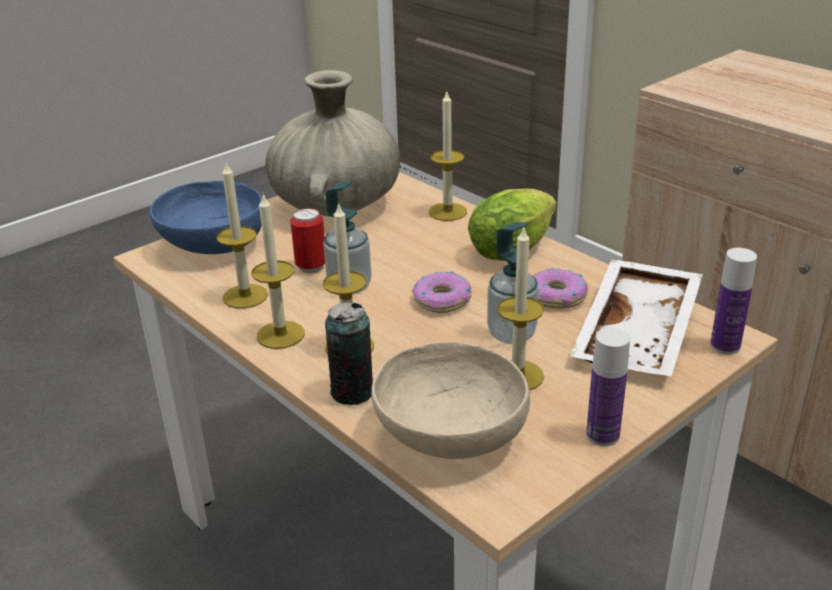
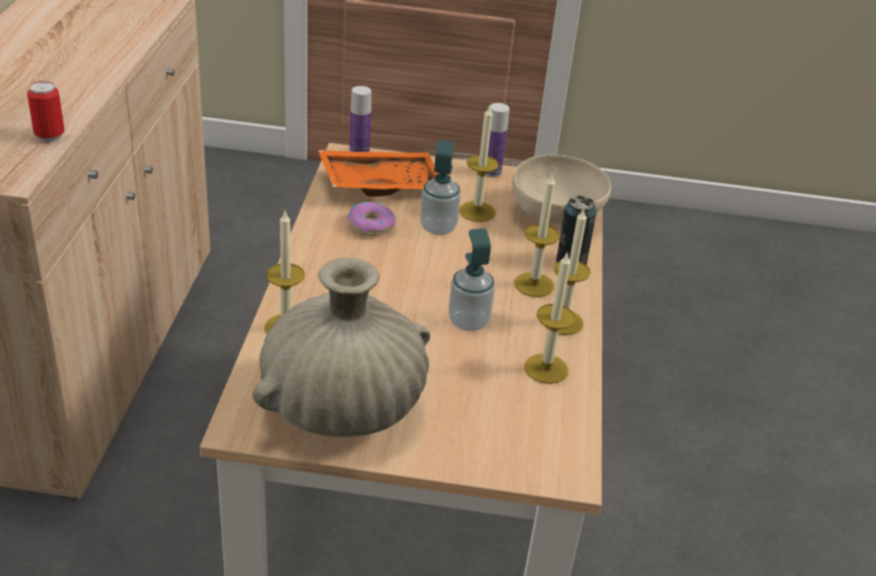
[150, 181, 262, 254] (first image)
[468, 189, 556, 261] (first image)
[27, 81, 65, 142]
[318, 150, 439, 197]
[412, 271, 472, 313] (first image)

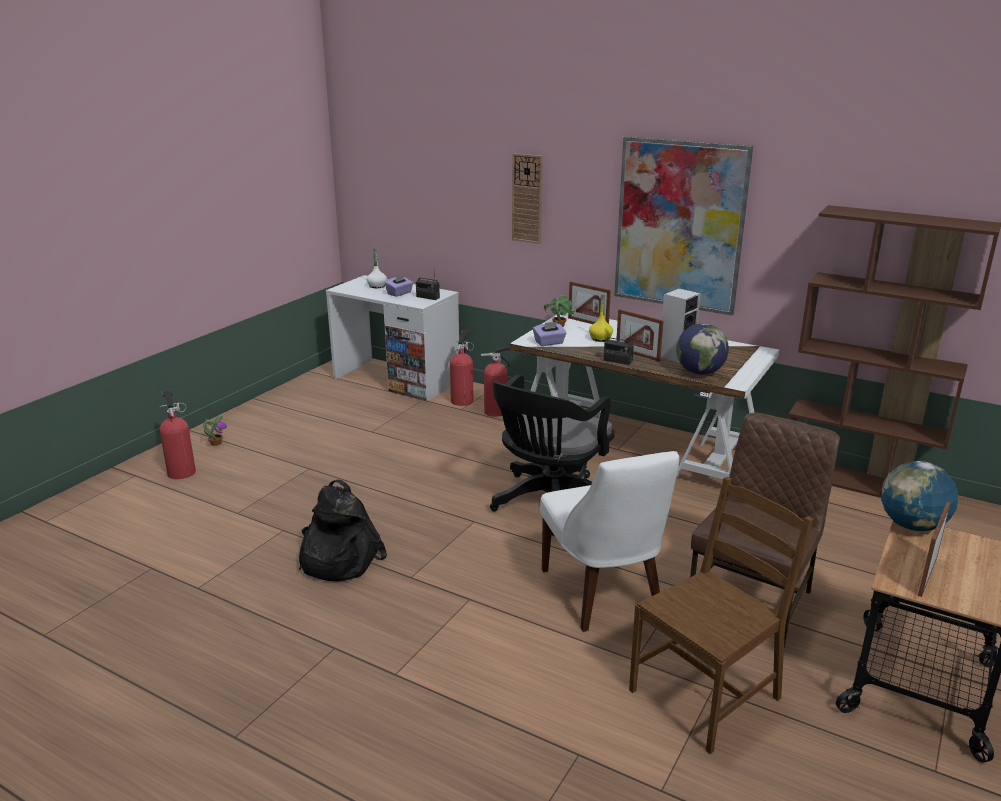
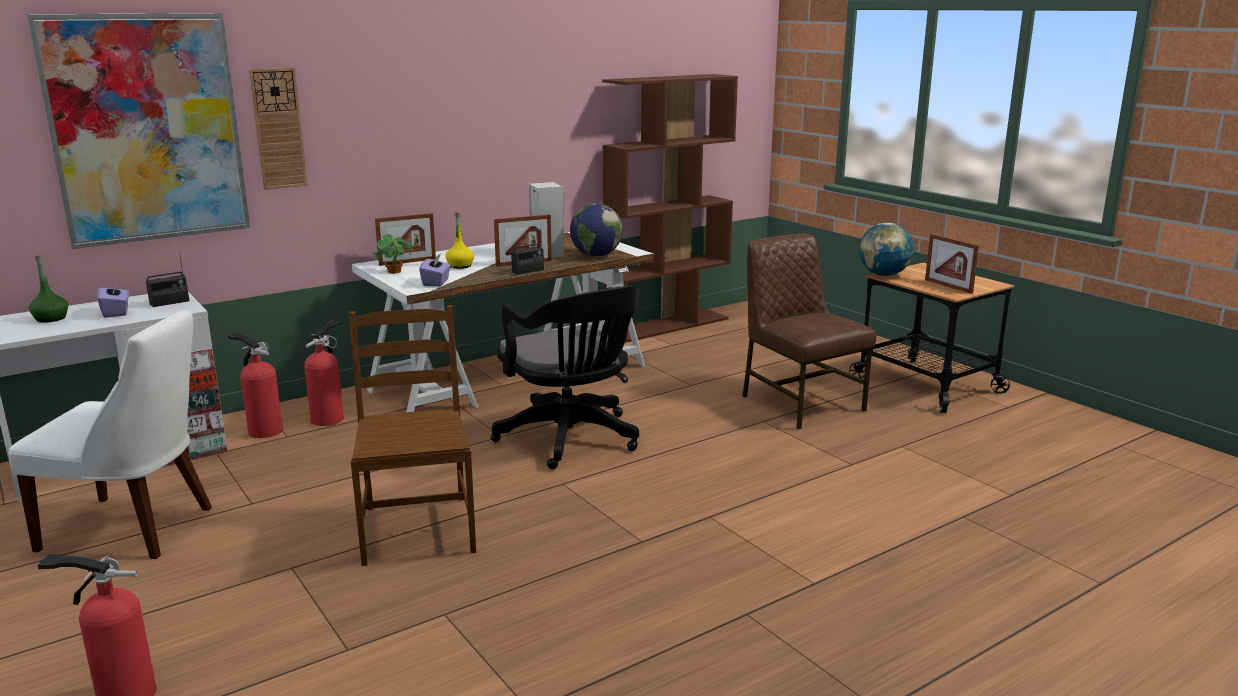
[27, 13, 250, 249]
[29, 254, 68, 323]
[203, 415, 227, 446] (first image)
[8, 310, 212, 559]
[349, 305, 476, 566]
[298, 480, 387, 581] (first image)

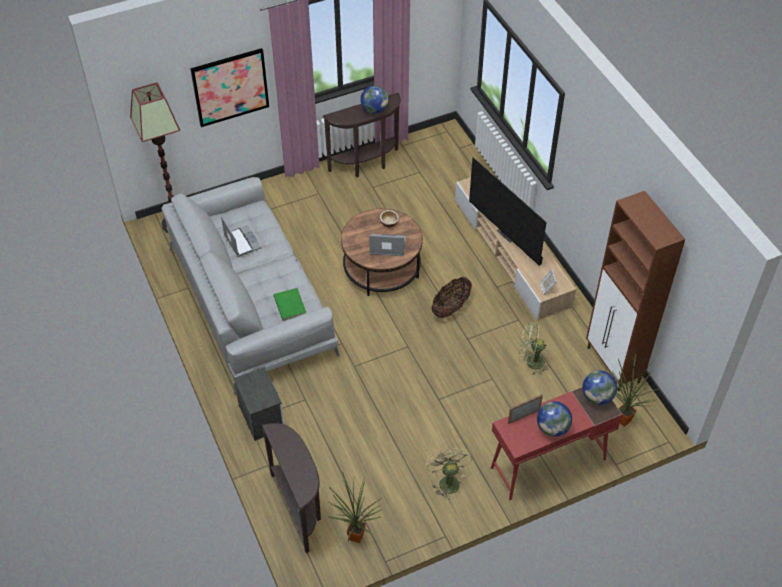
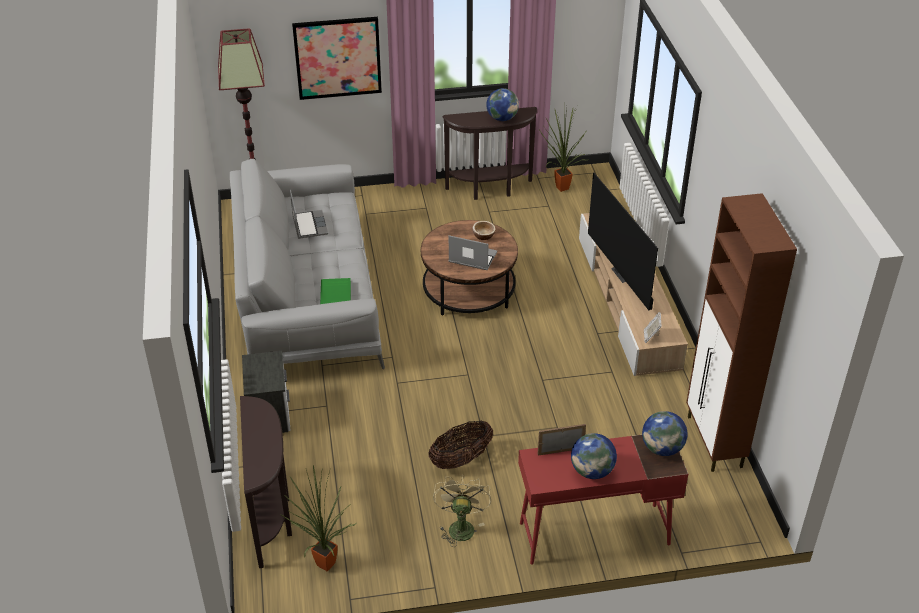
[429, 420, 493, 469]
[519, 323, 550, 374] (first image)
[540, 105, 587, 192]

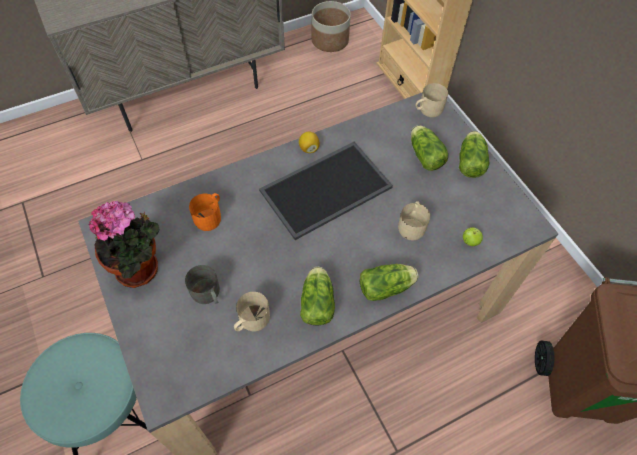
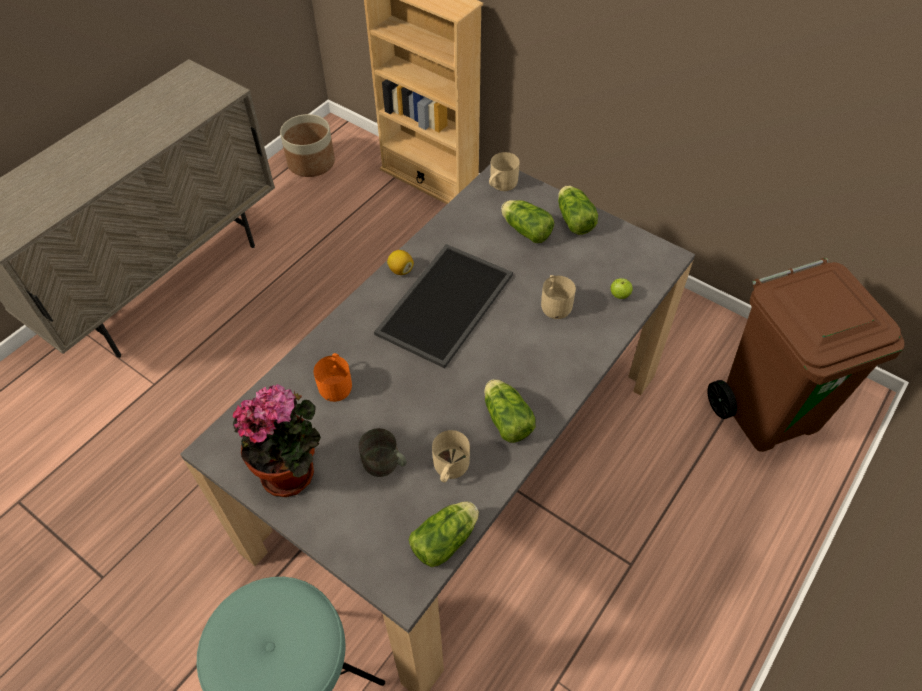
[409, 502, 479, 567]

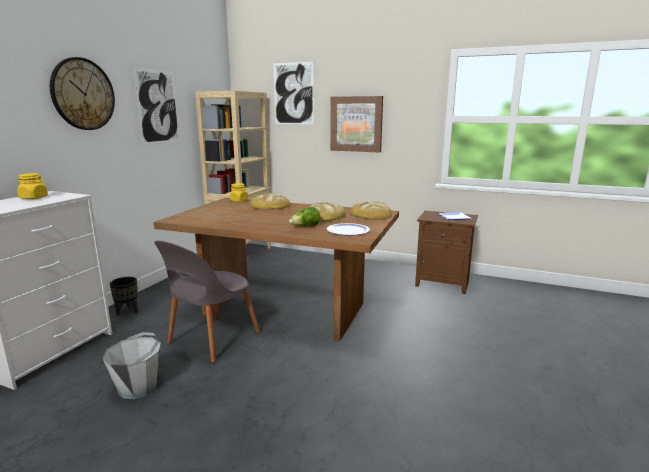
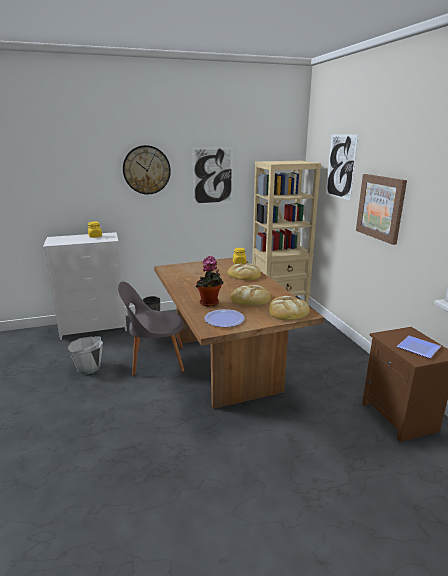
[195, 256, 223, 307]

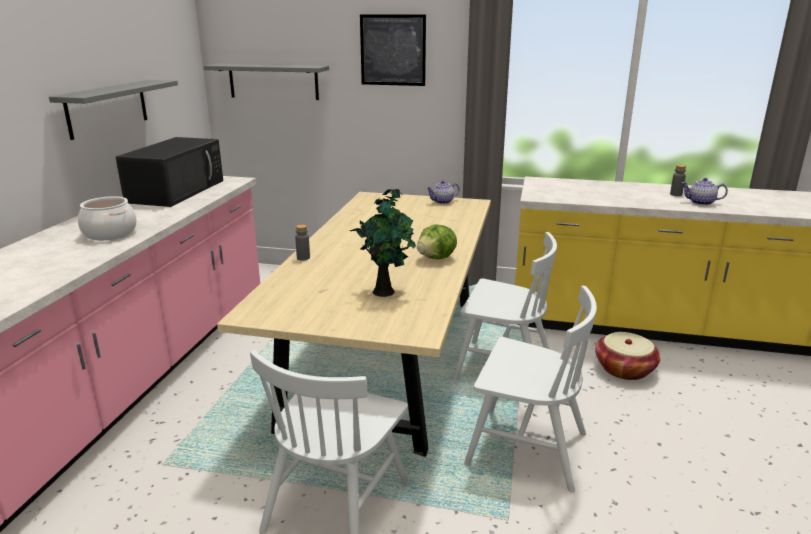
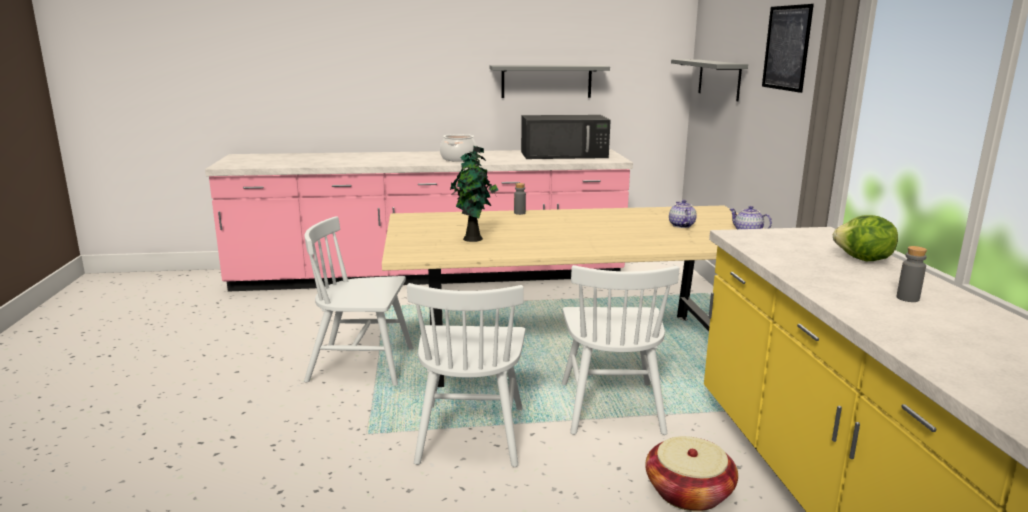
[669, 200, 697, 228]
[833, 215, 898, 261]

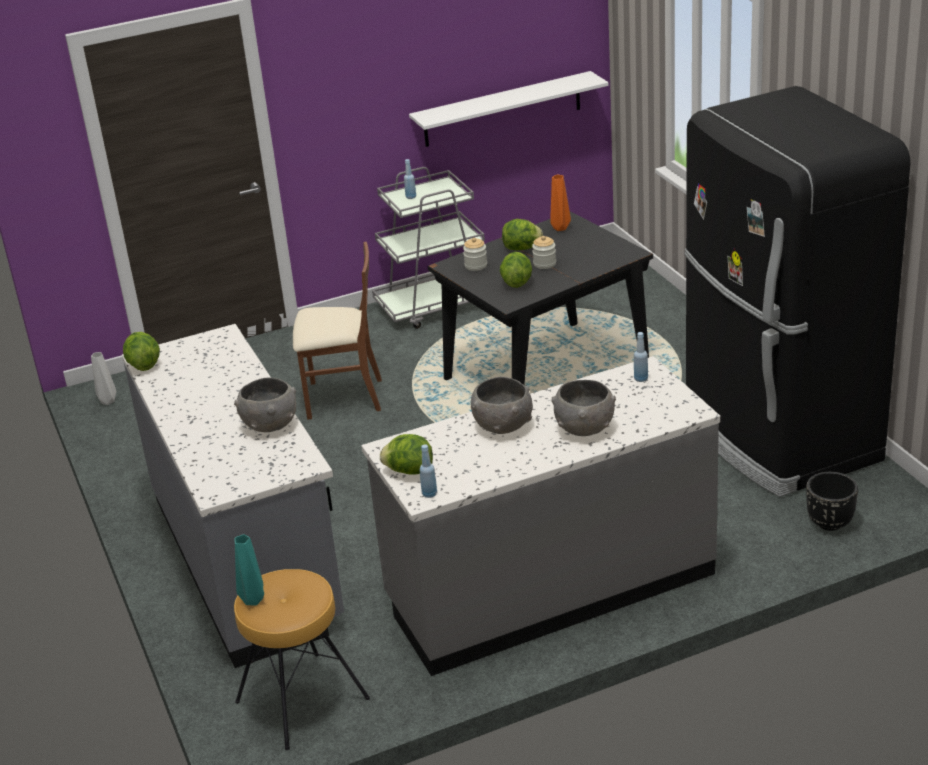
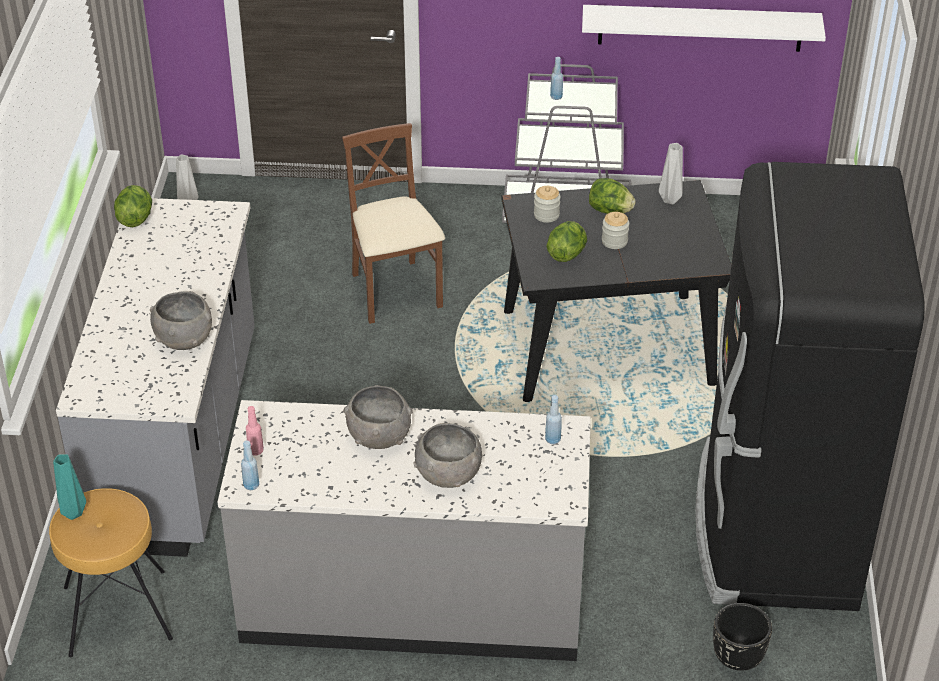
[659, 143, 683, 204]
[342, 123, 445, 324]
[246, 406, 264, 455]

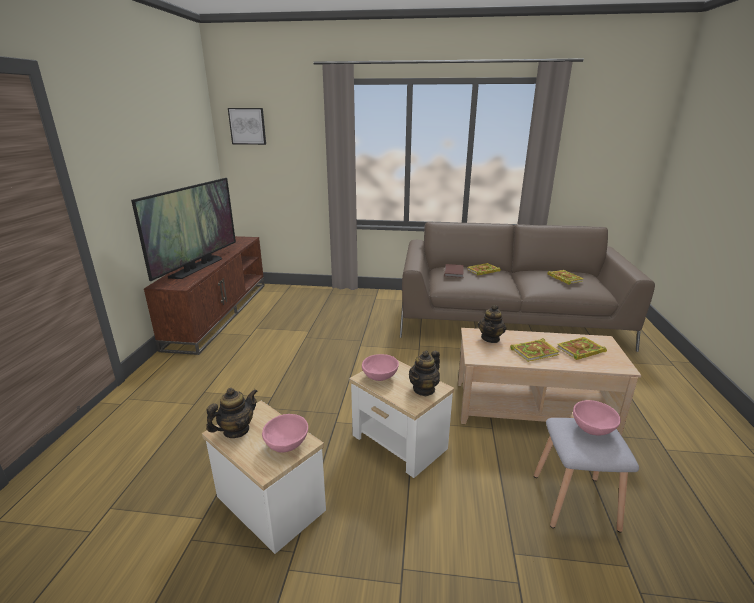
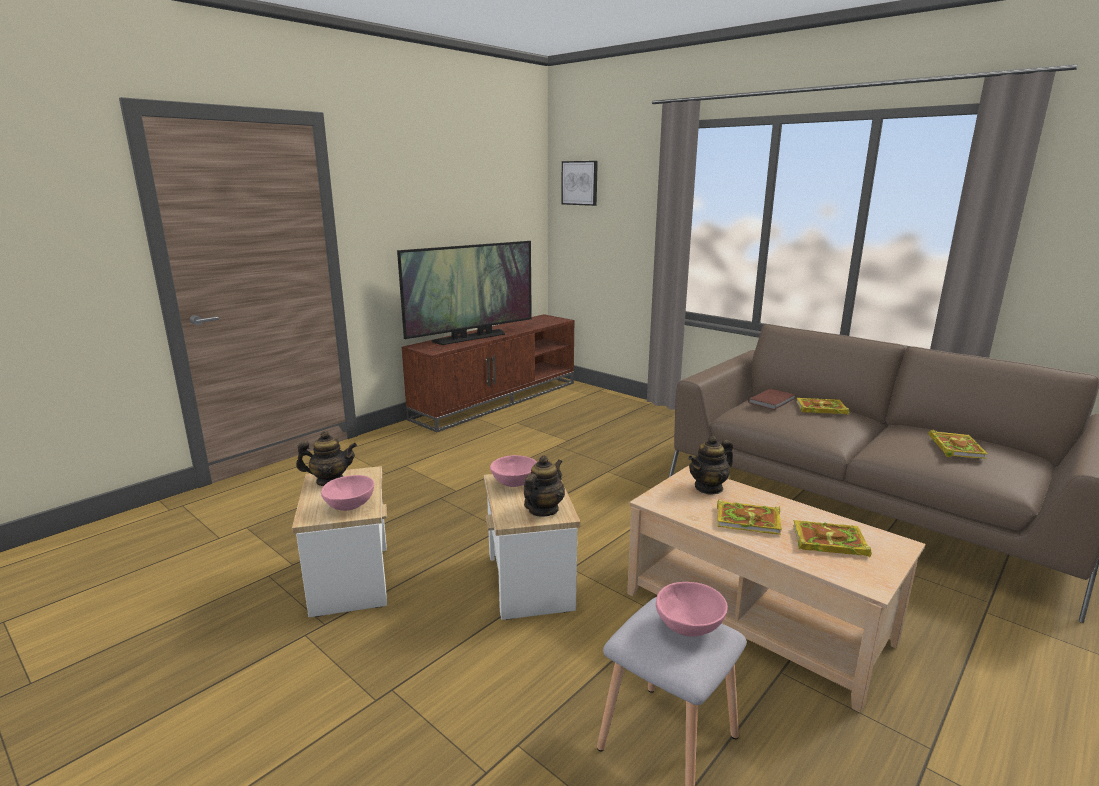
[524, 456, 565, 517]

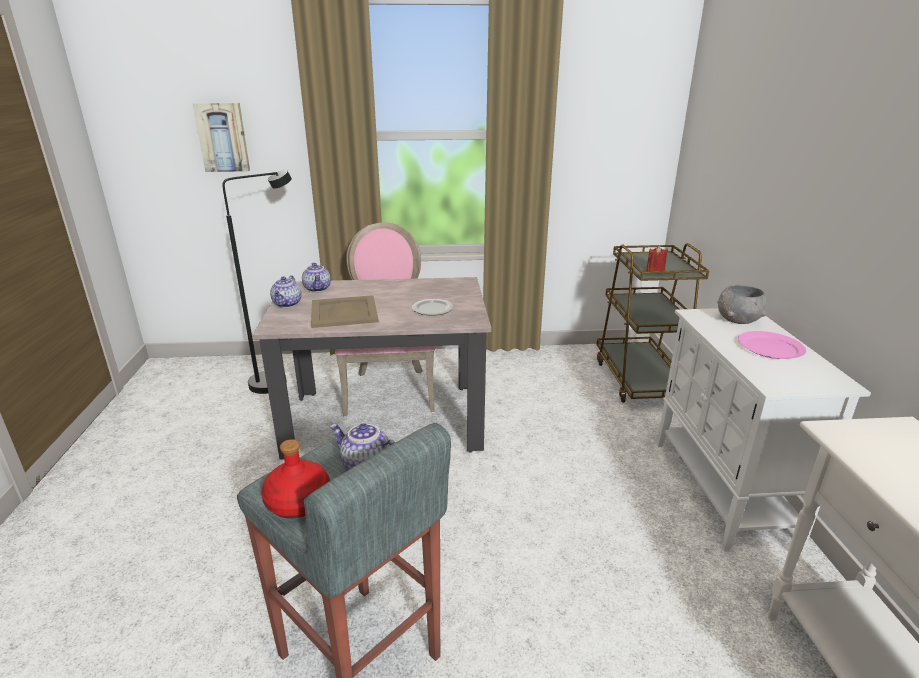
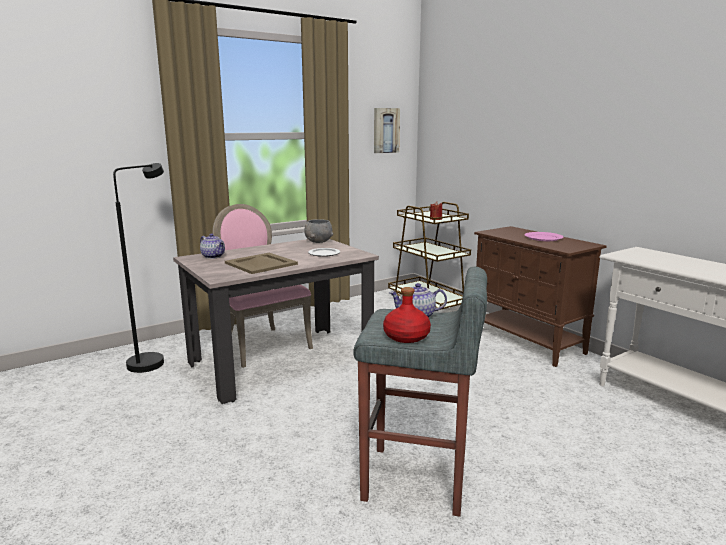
[374, 108, 400, 153]
[270, 275, 301, 308] (first image)
[304, 219, 333, 243]
[474, 226, 607, 367]

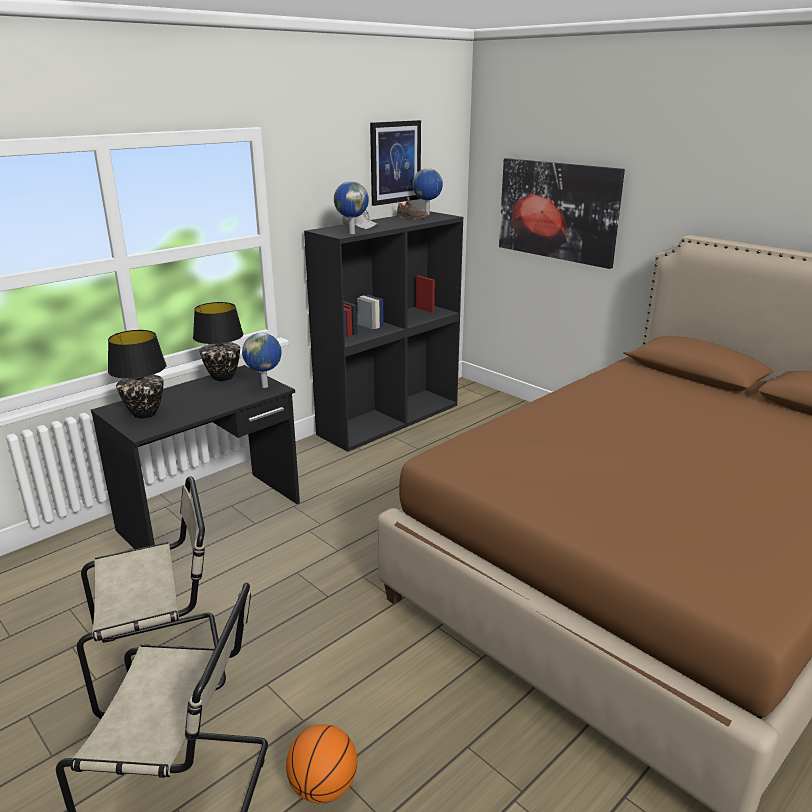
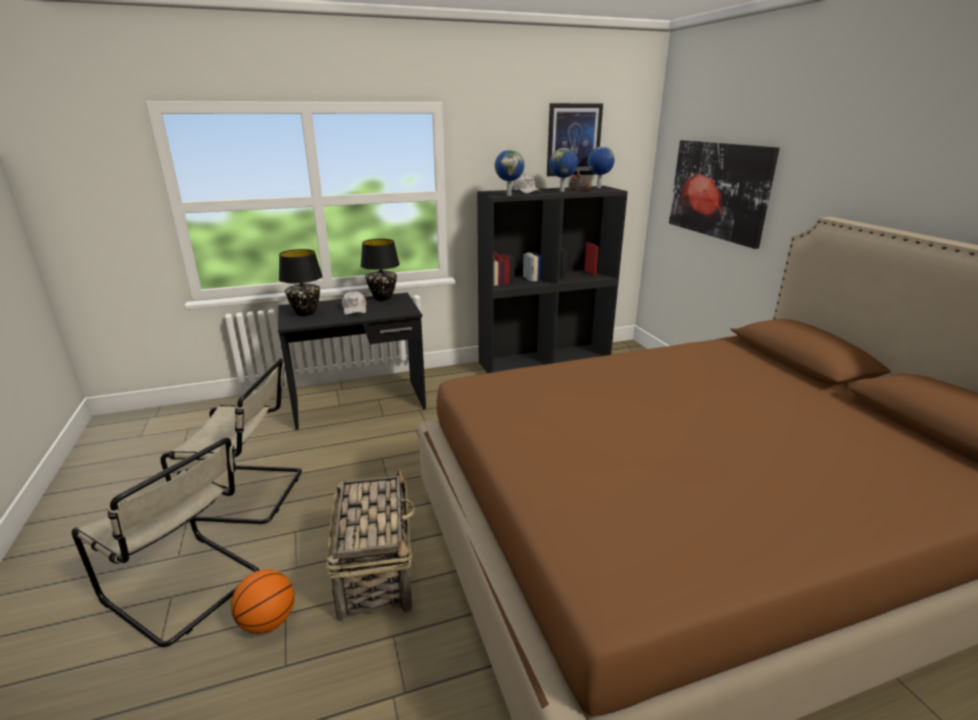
[550, 148, 578, 192]
[342, 291, 366, 315]
[326, 469, 415, 621]

